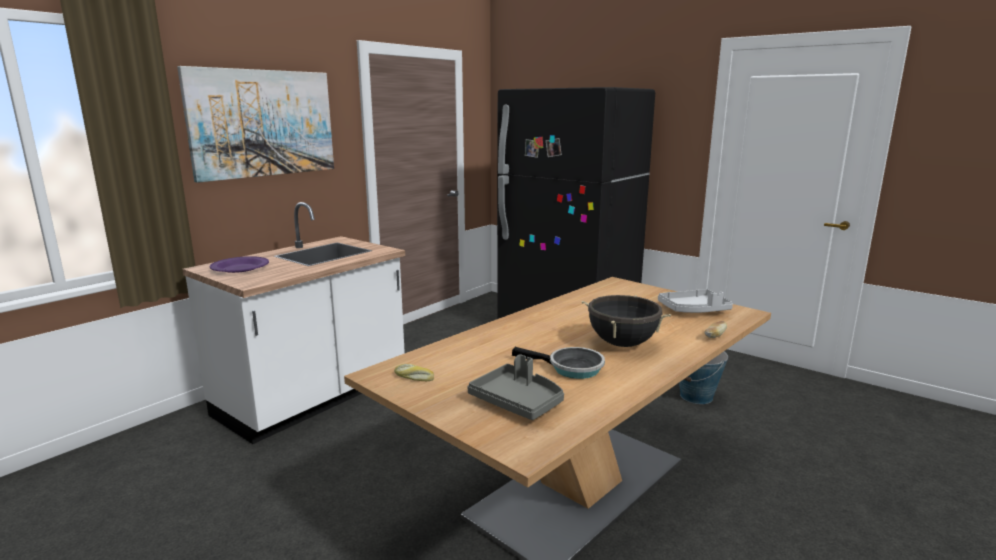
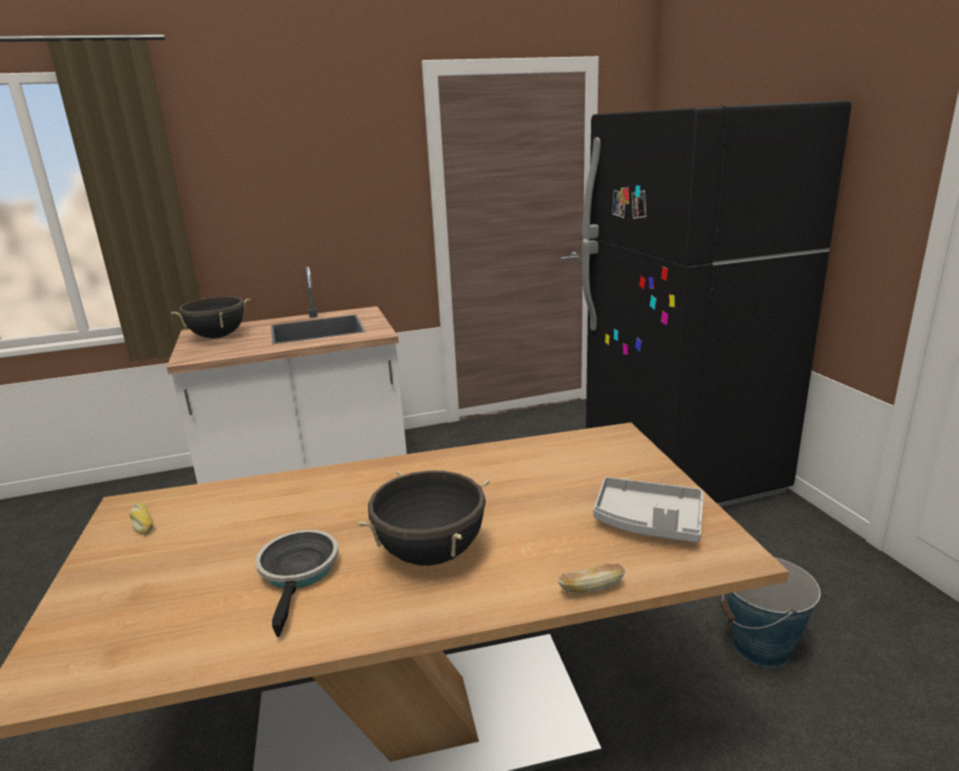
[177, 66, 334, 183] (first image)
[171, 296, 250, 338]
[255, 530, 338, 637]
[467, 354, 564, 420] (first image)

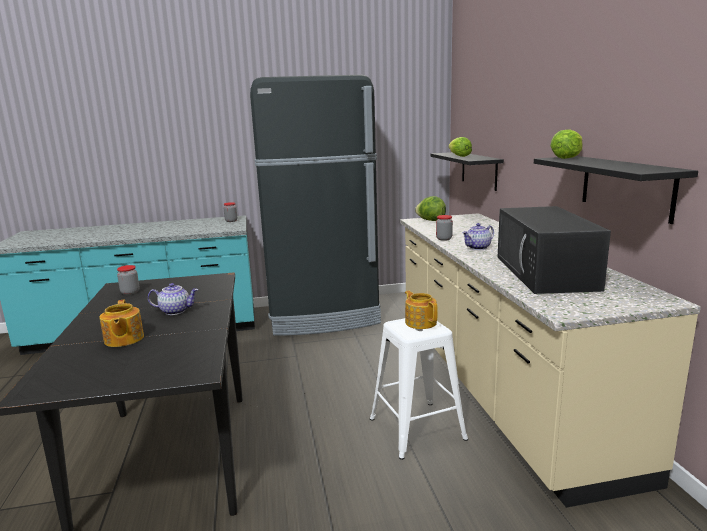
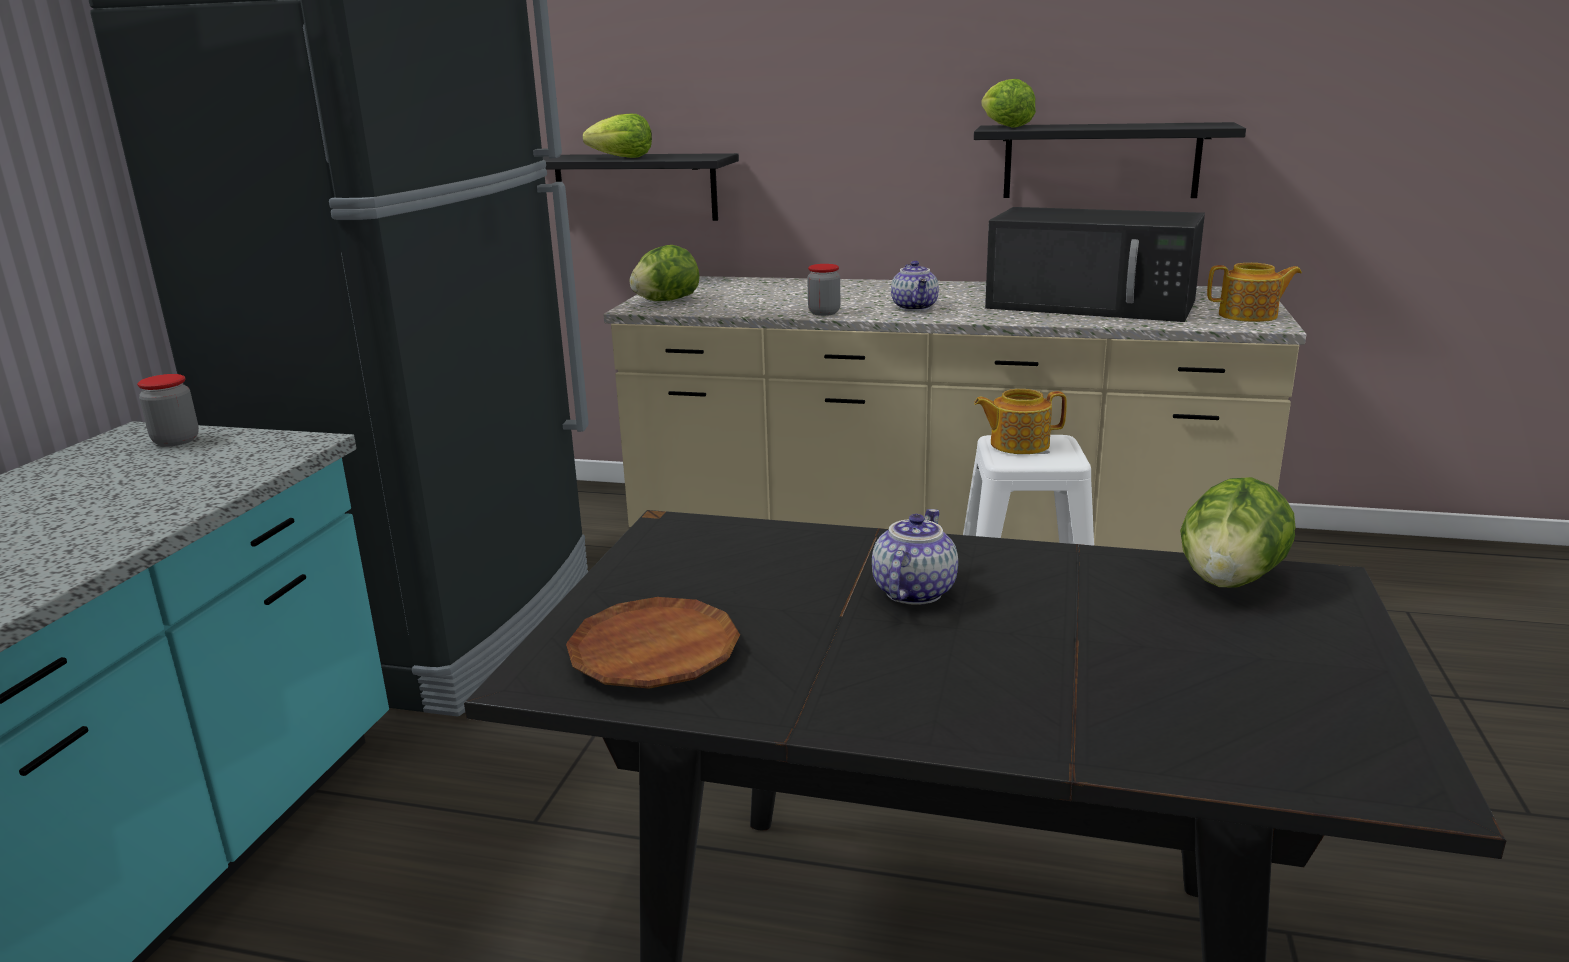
[566, 597, 740, 689]
[1207, 263, 1302, 322]
[1180, 477, 1296, 588]

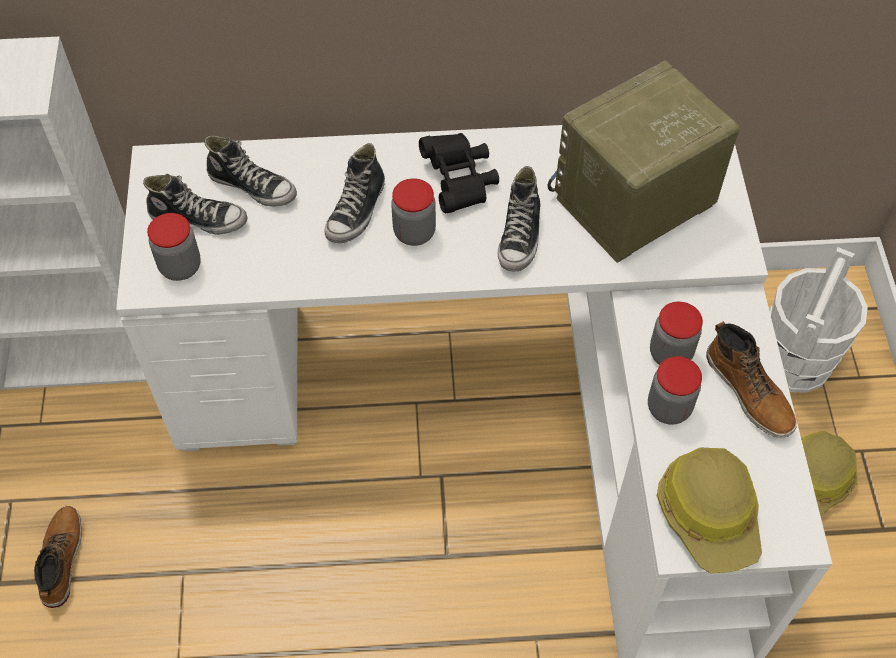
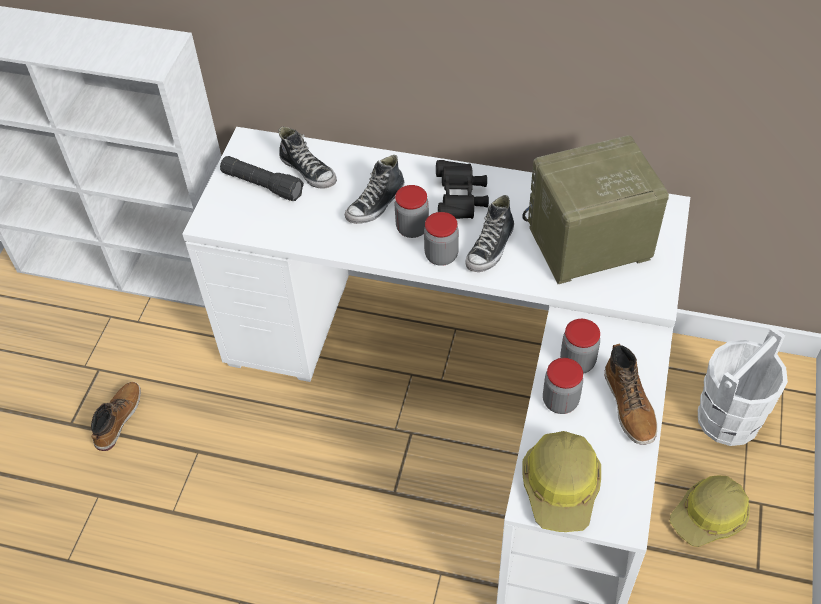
[220, 156, 304, 201]
[424, 212, 459, 266]

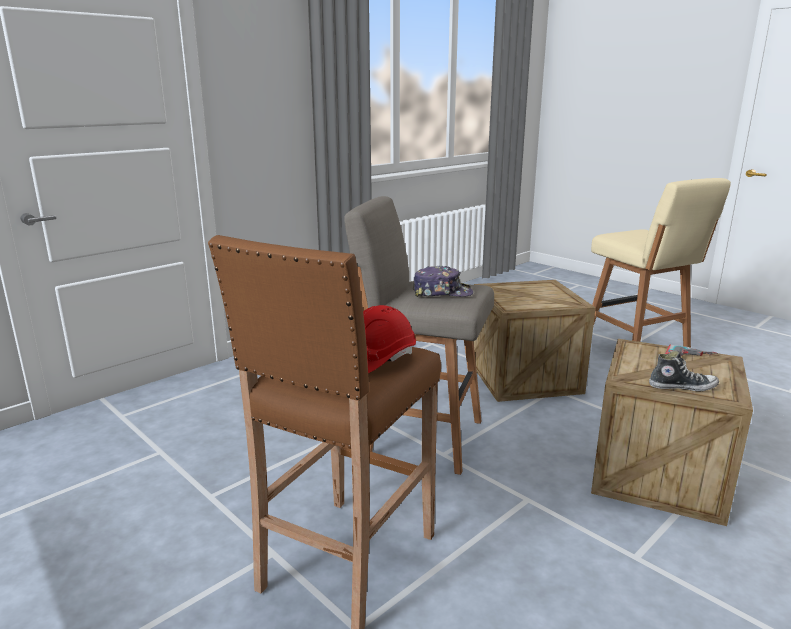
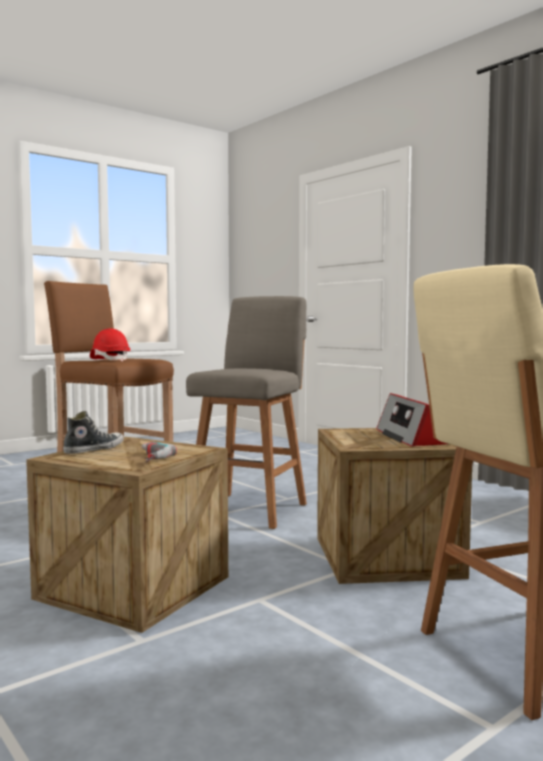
[412, 266, 473, 297] (first image)
[63, 411, 124, 454]
[376, 393, 447, 447]

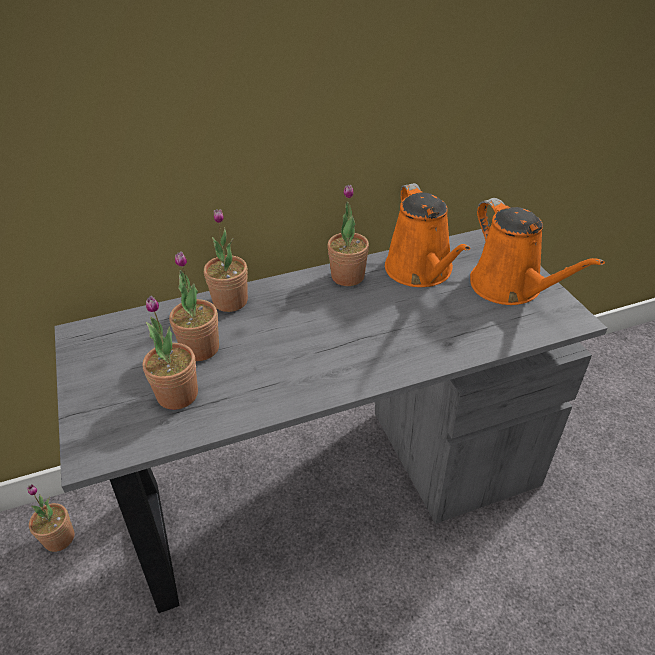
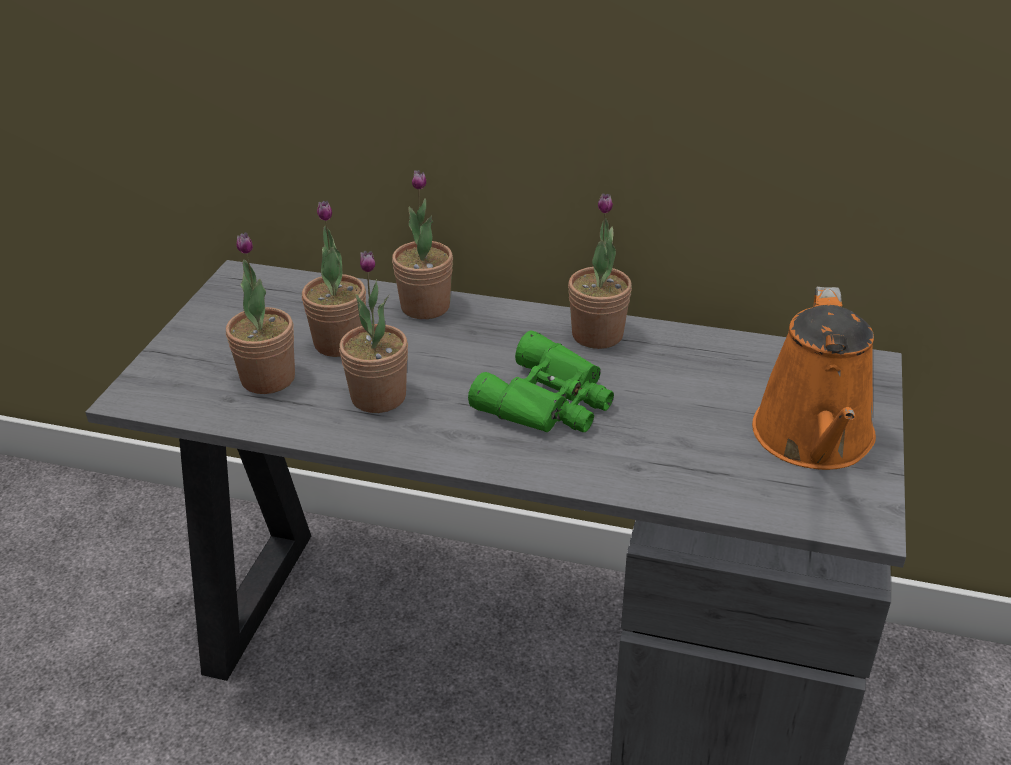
[385, 183, 470, 287] (first image)
[339, 251, 408, 413]
[468, 330, 614, 432]

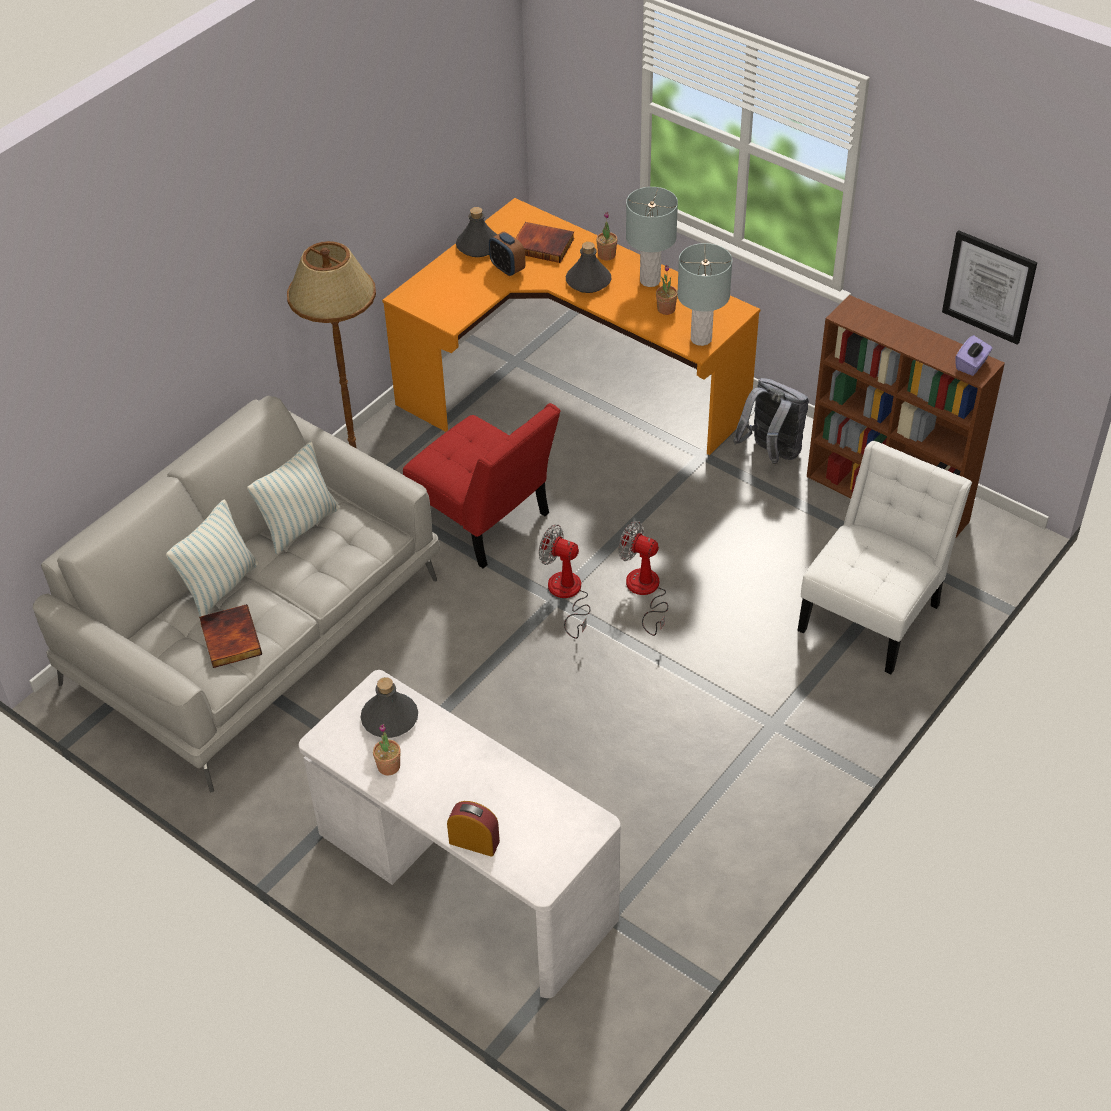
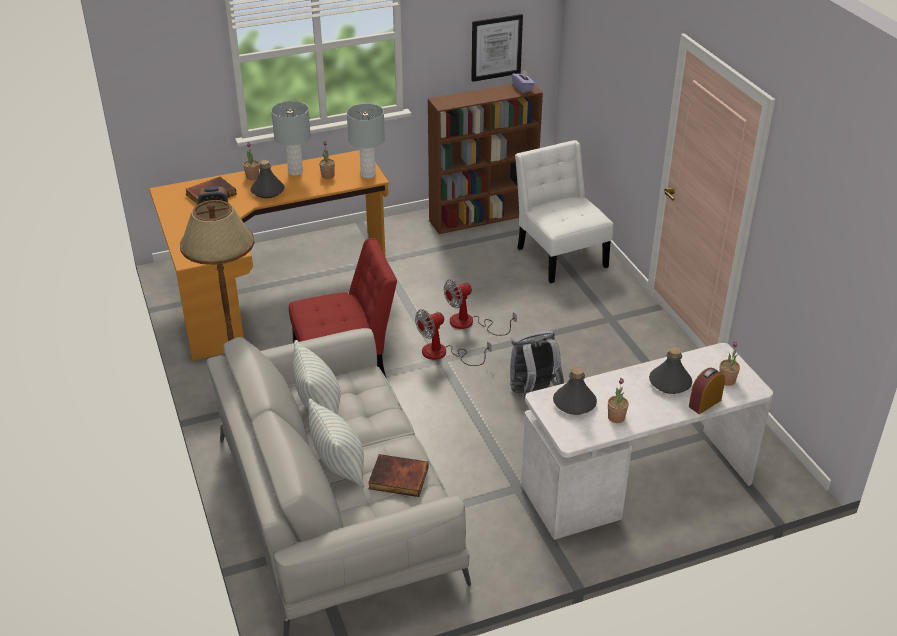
[649, 347, 692, 394]
[510, 330, 564, 397]
[719, 342, 740, 386]

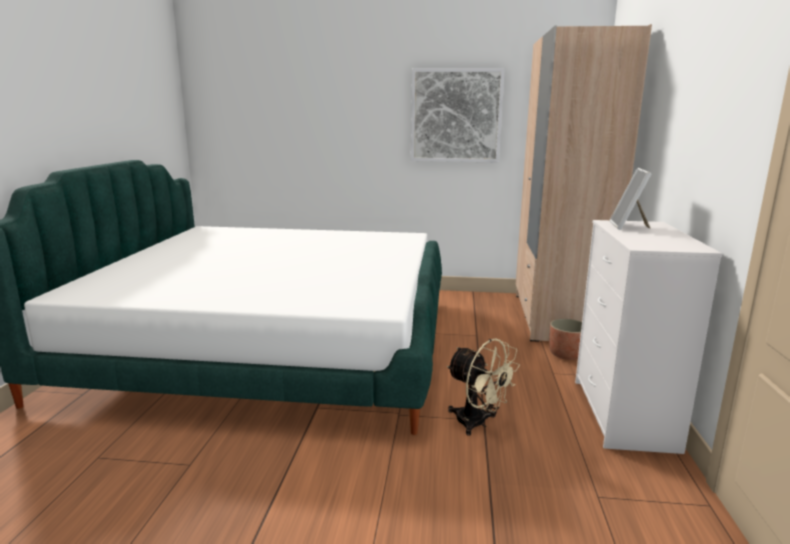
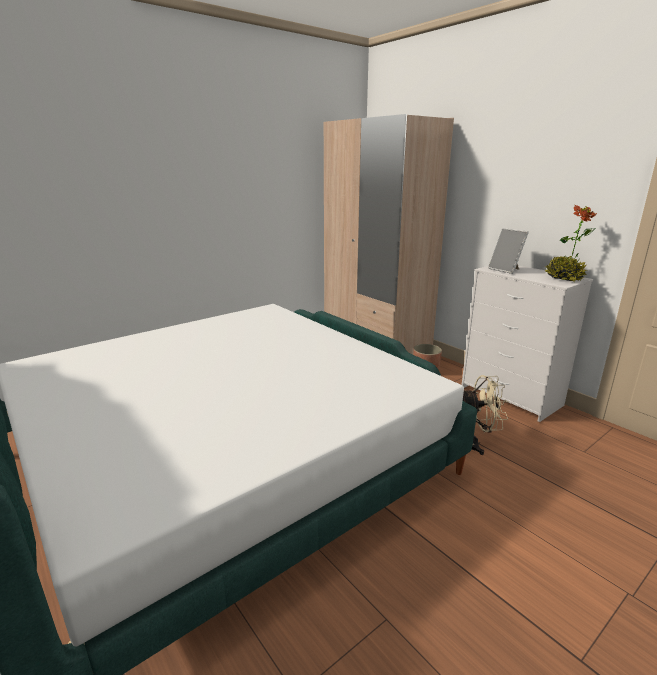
[411, 68, 505, 163] (first image)
[545, 205, 597, 282]

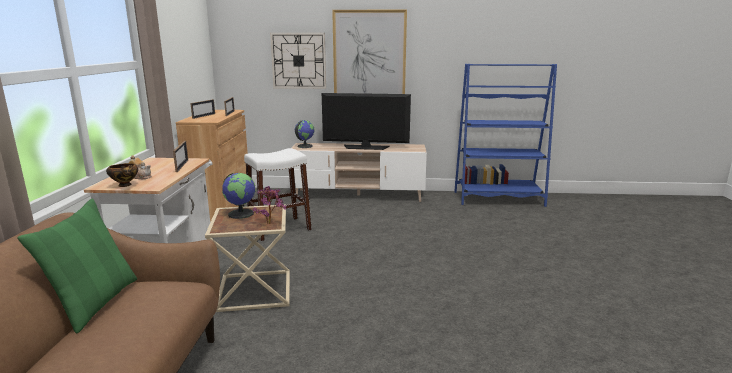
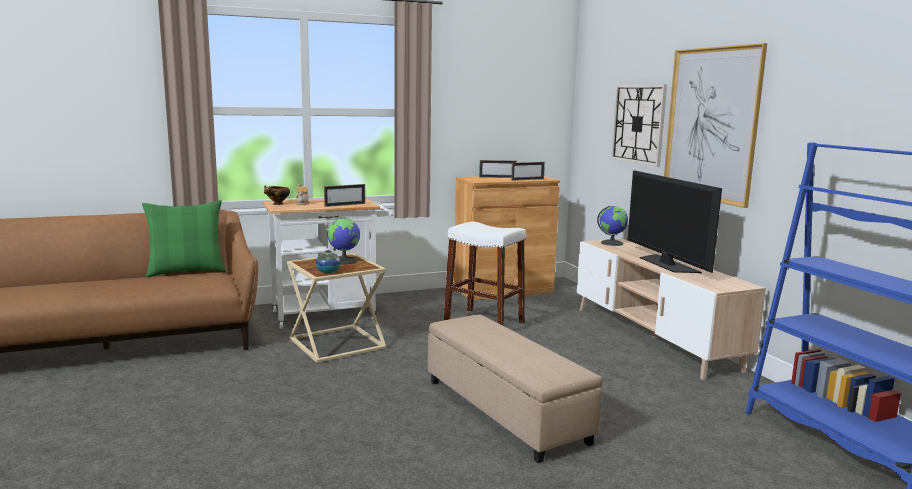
[316, 250, 341, 273]
[428, 314, 603, 463]

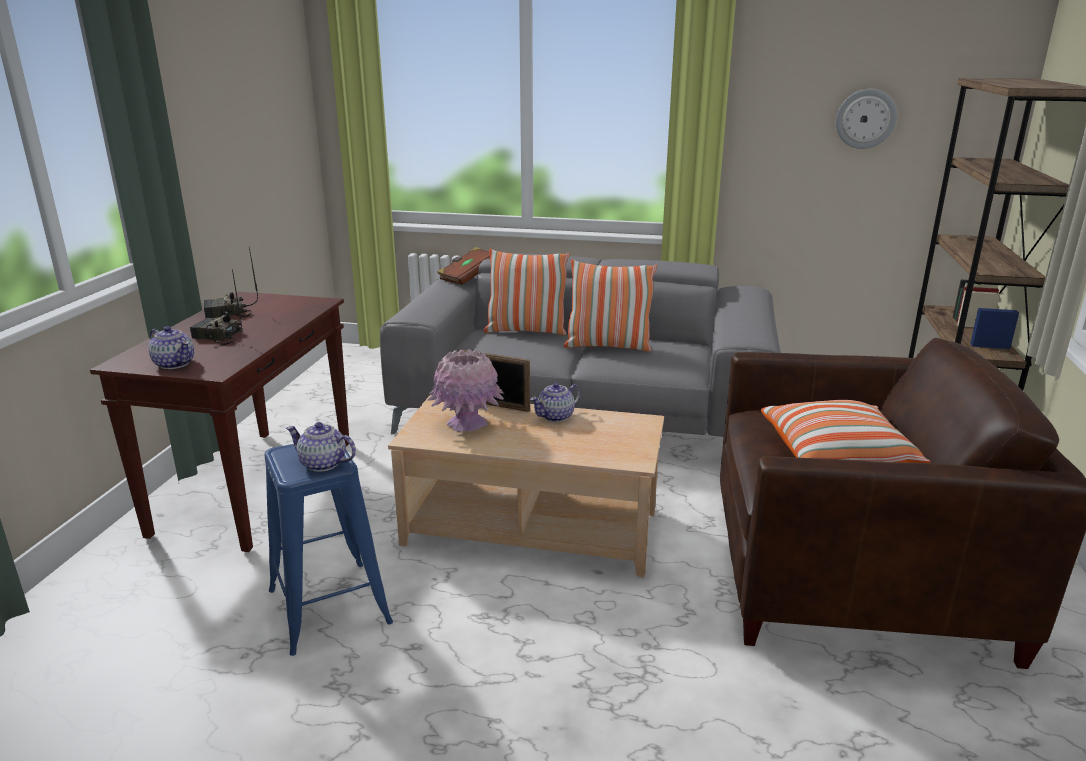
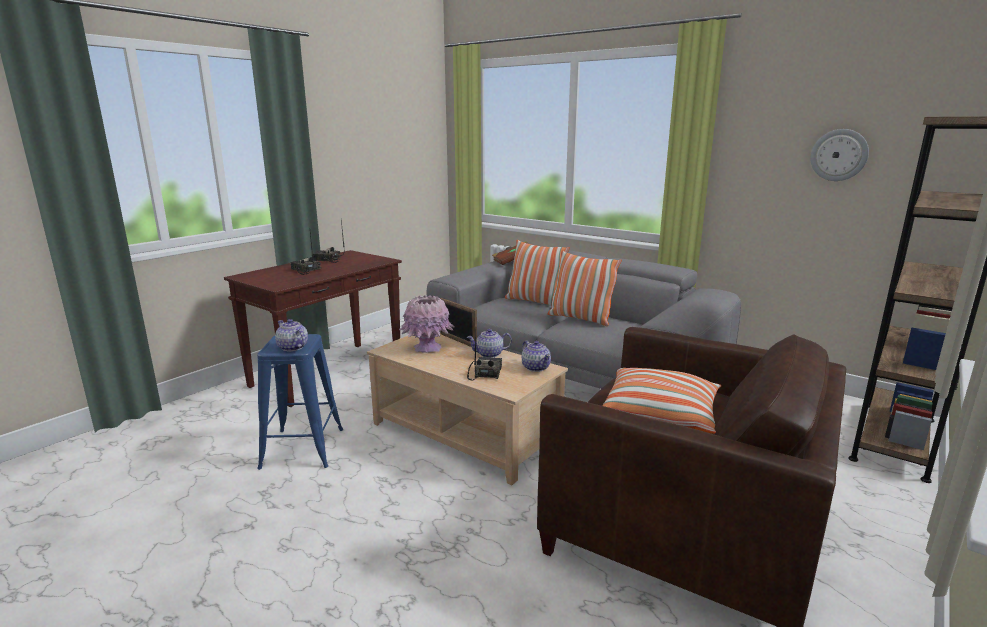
[522, 341, 551, 372]
[467, 333, 502, 381]

